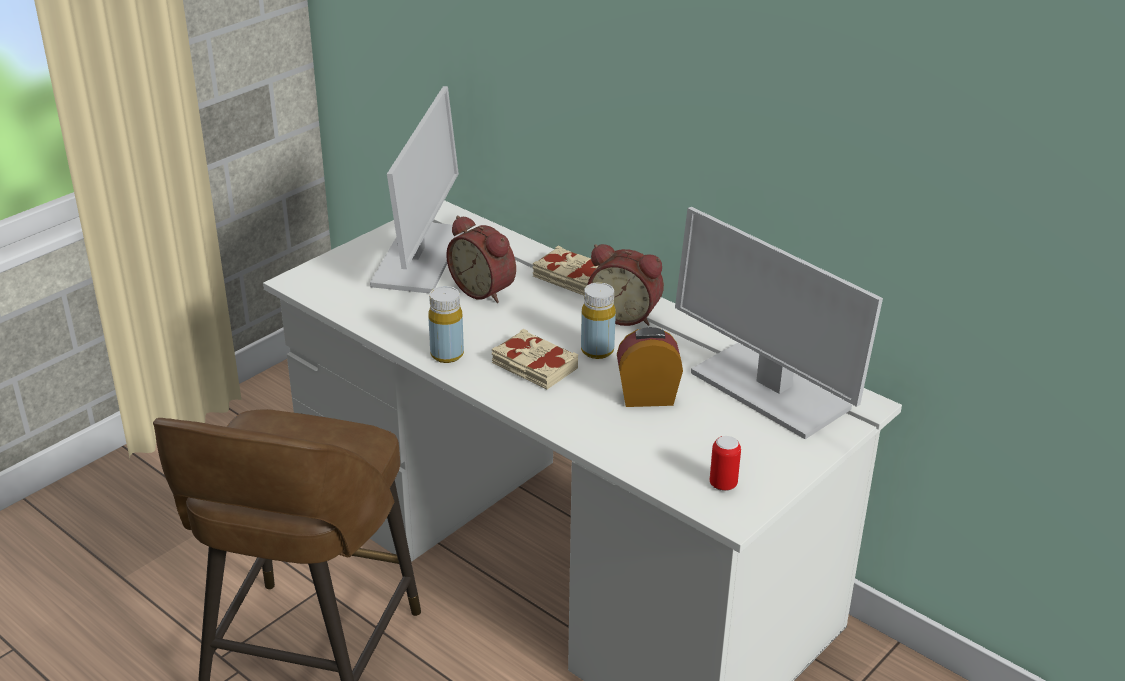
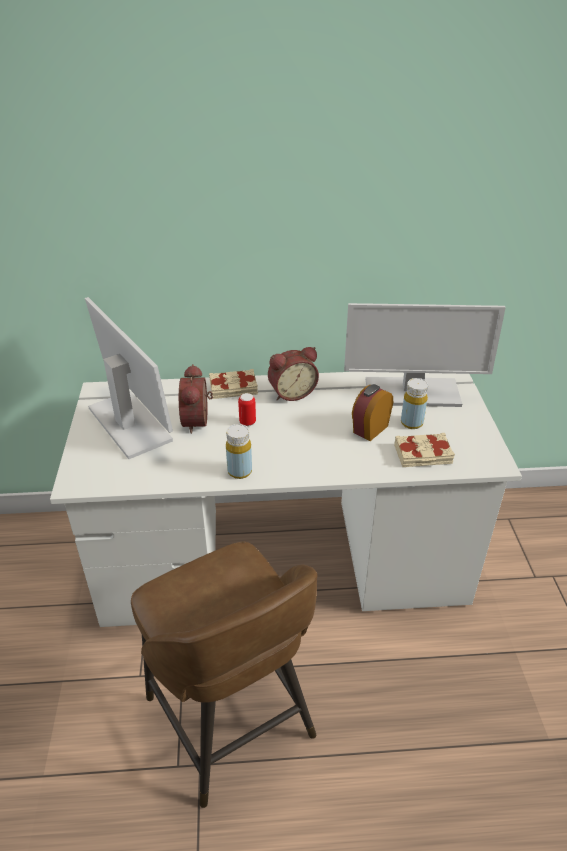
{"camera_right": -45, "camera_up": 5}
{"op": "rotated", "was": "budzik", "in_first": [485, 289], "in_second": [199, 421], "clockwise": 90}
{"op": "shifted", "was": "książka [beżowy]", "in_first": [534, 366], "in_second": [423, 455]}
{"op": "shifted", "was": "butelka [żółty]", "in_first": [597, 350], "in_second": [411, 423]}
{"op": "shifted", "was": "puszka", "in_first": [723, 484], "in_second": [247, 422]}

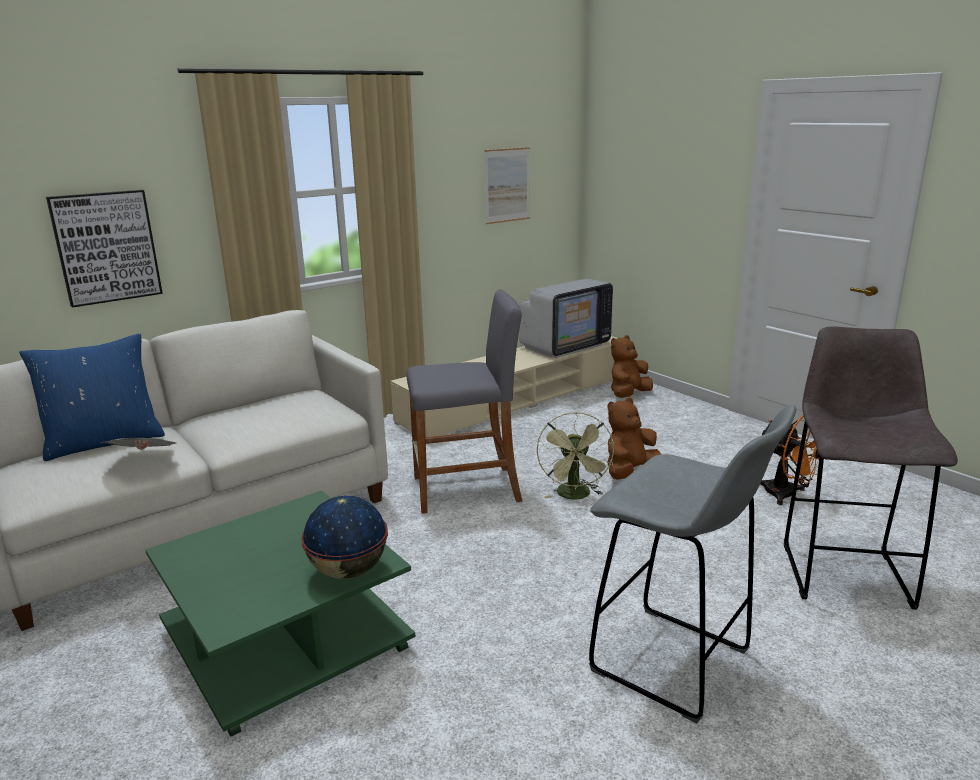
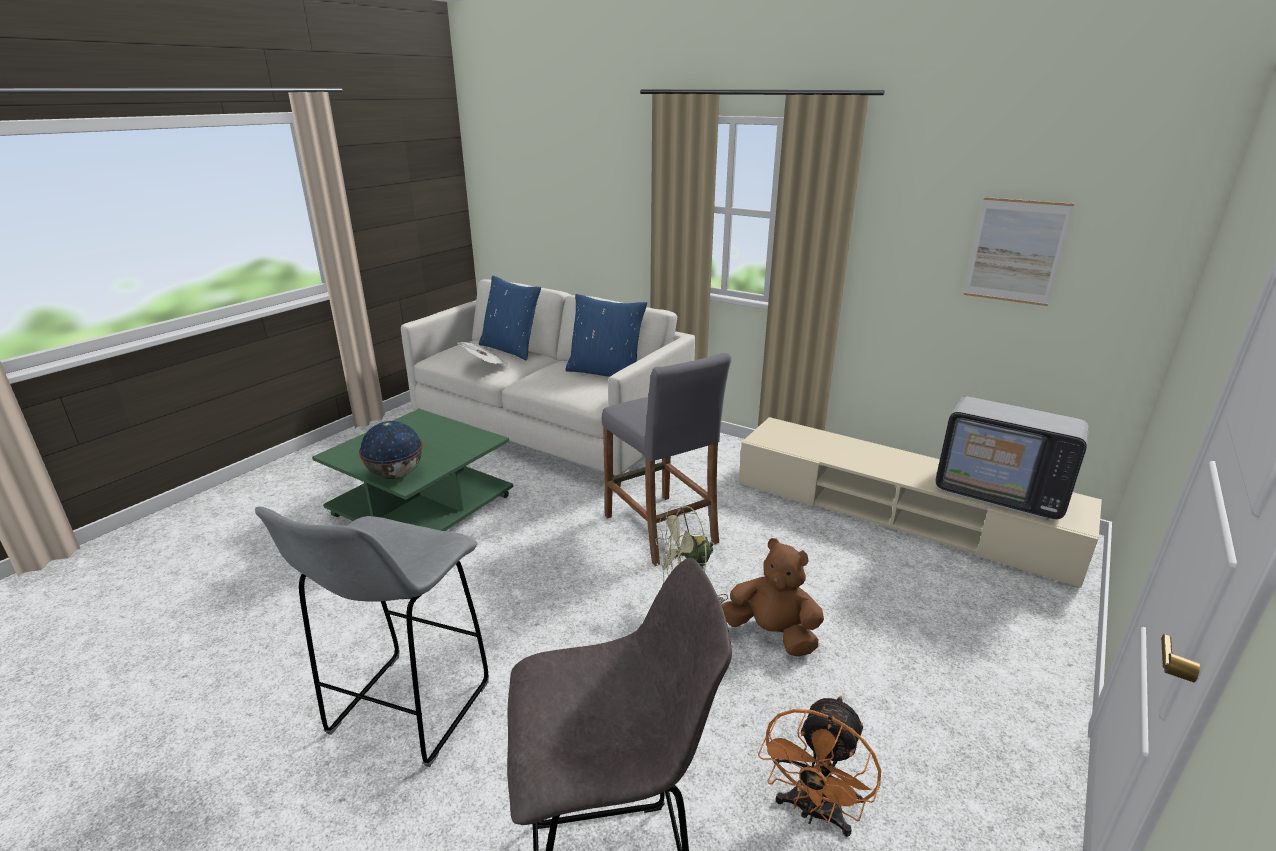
{"camera_right": 70, "camera_up": 5}
{"op": "gone", "was": "obraz", "in_first": [106, 247]}
{"op": "gone", "was": "pluszak [brązowy]", "in_first": [628, 395]}
{"op": "new", "now": "poduszka [niebieski]", "in_second": [606, 372]}

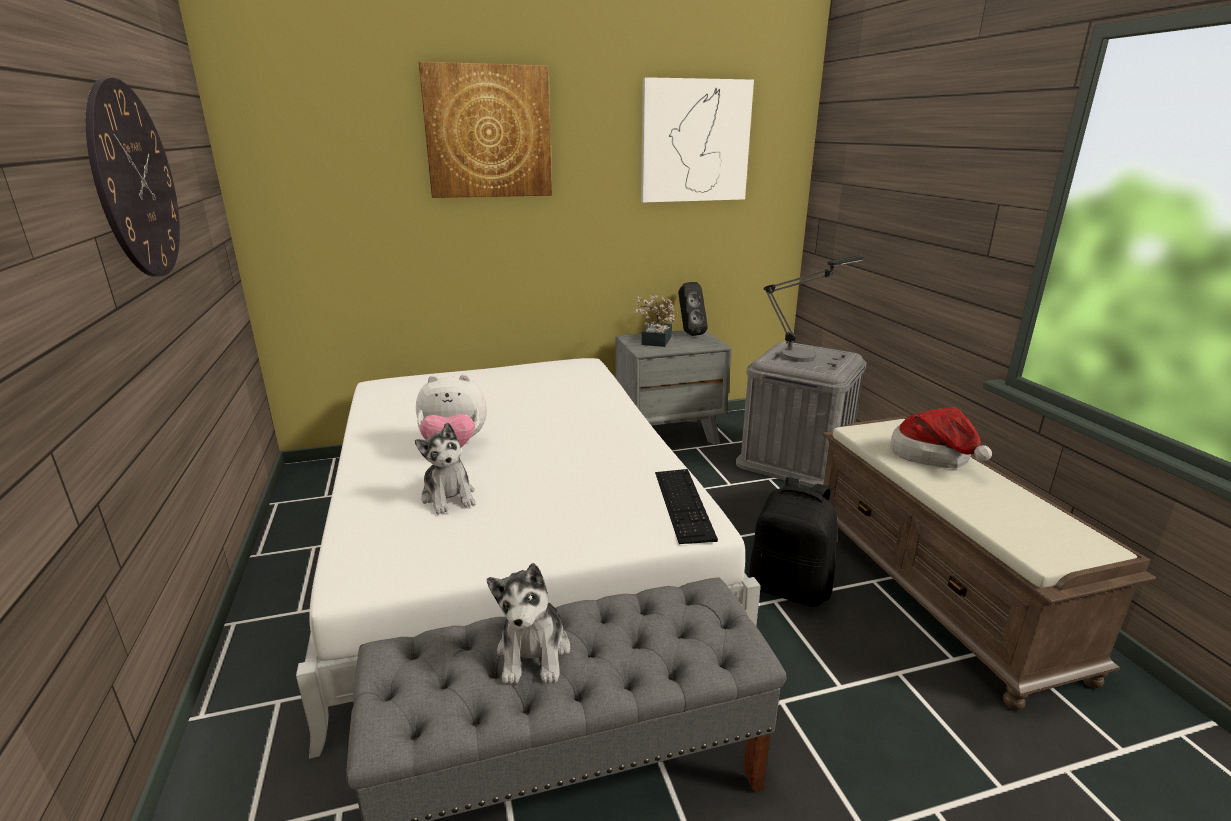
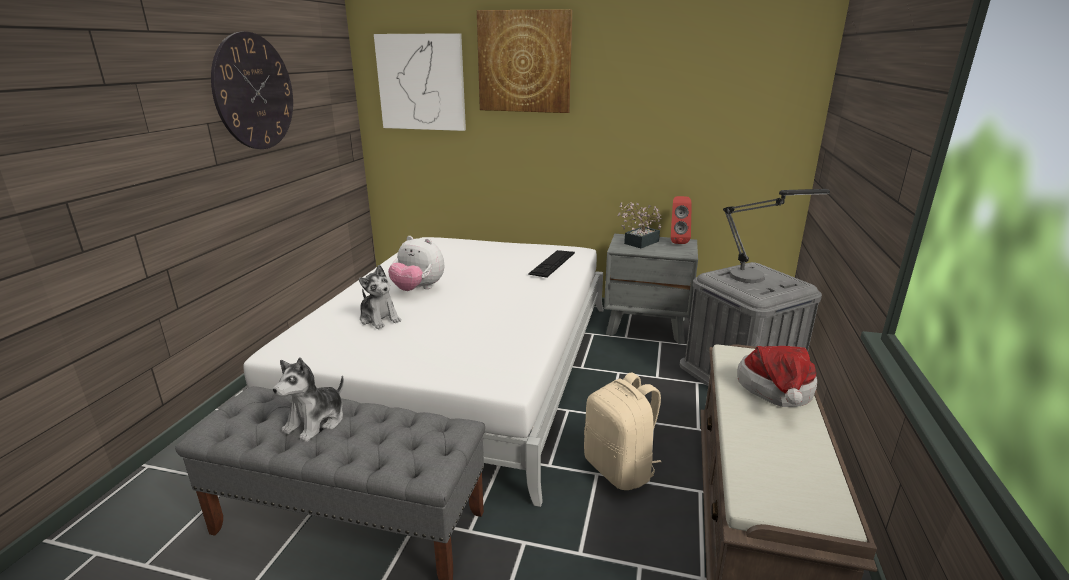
{"camera_right": 30, "camera_up": 0}
{"op": "rotated", "was": "pluszak", "in_first": [449, 496], "in_second": [379, 318], "clockwise": -45}
{"op": "shifted", "was": "obraz", "in_first": [695, 141], "in_second": [421, 82]}
{"op": "shifted", "was": "klawiatura", "in_first": [683, 504], "in_second": [552, 263]}
{"op": "repainted", "was": "głośnik [czarny]", "now": "głośnik [czerwony]", "in_first": [689, 333], "in_second": [677, 241]}
{"op": "repainted", "was": "plecak [czarny]", "now": "plecak [beżowy]", "in_first": [790, 587], "in_second": [620, 469]}

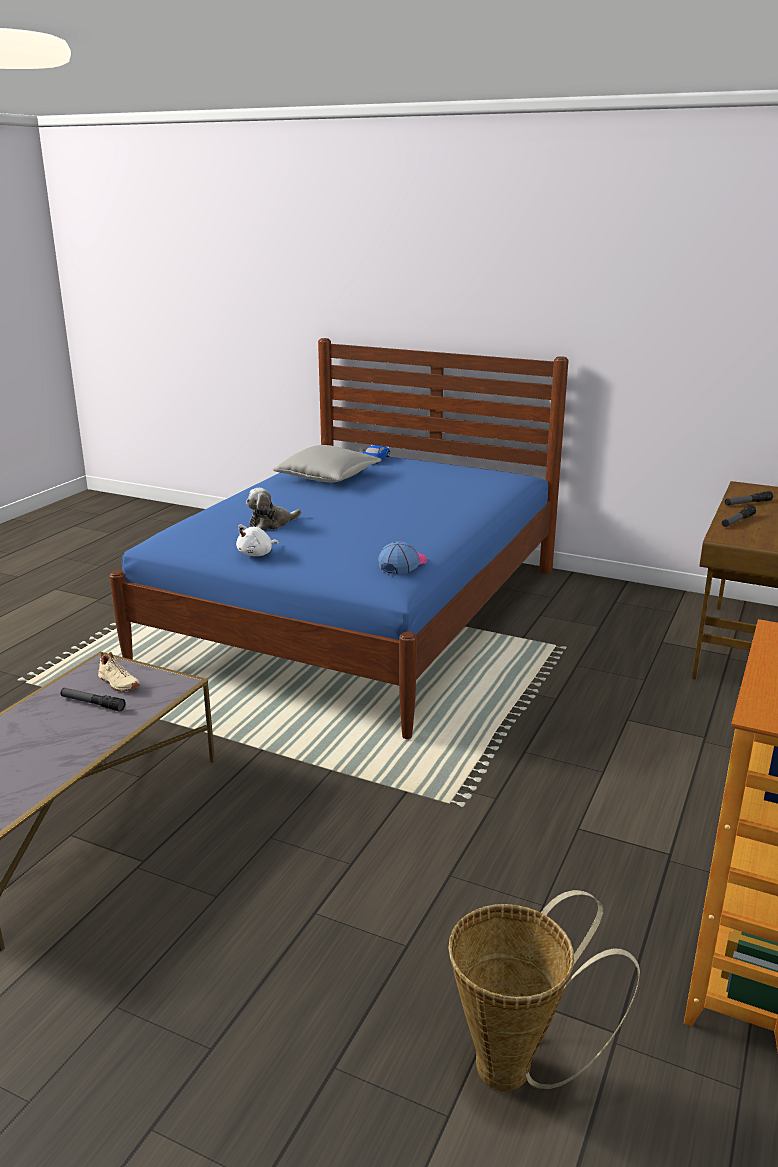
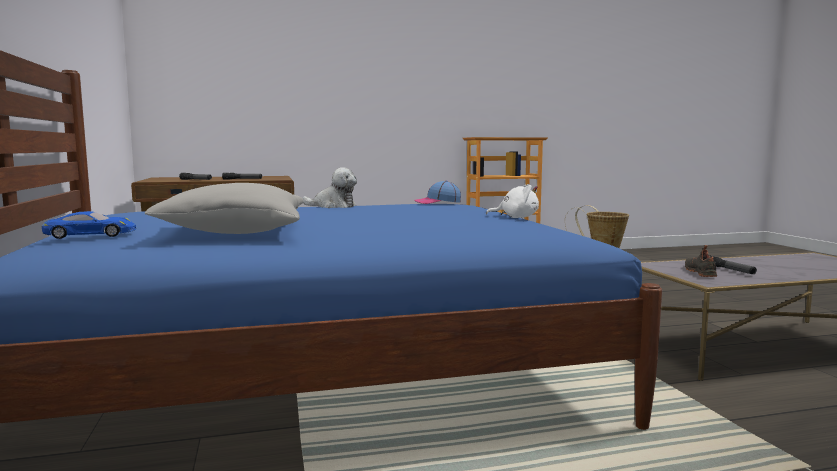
{"camera_right": -130, "camera_up": -15}
{"op": "repainted", "was": "but [beżowy]", "now": "but [czarny]", "in_first": [117, 683], "in_second": [701, 272]}
{"op": "shifted", "was": "pluszak", "in_first": [271, 524], "in_second": [333, 206]}

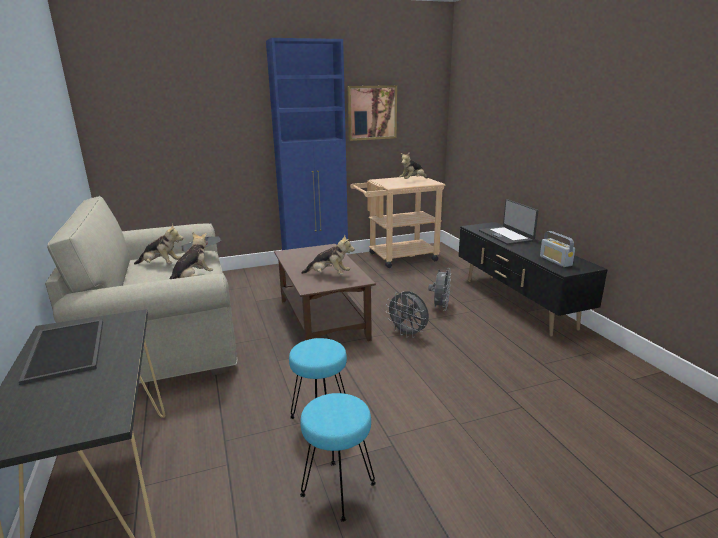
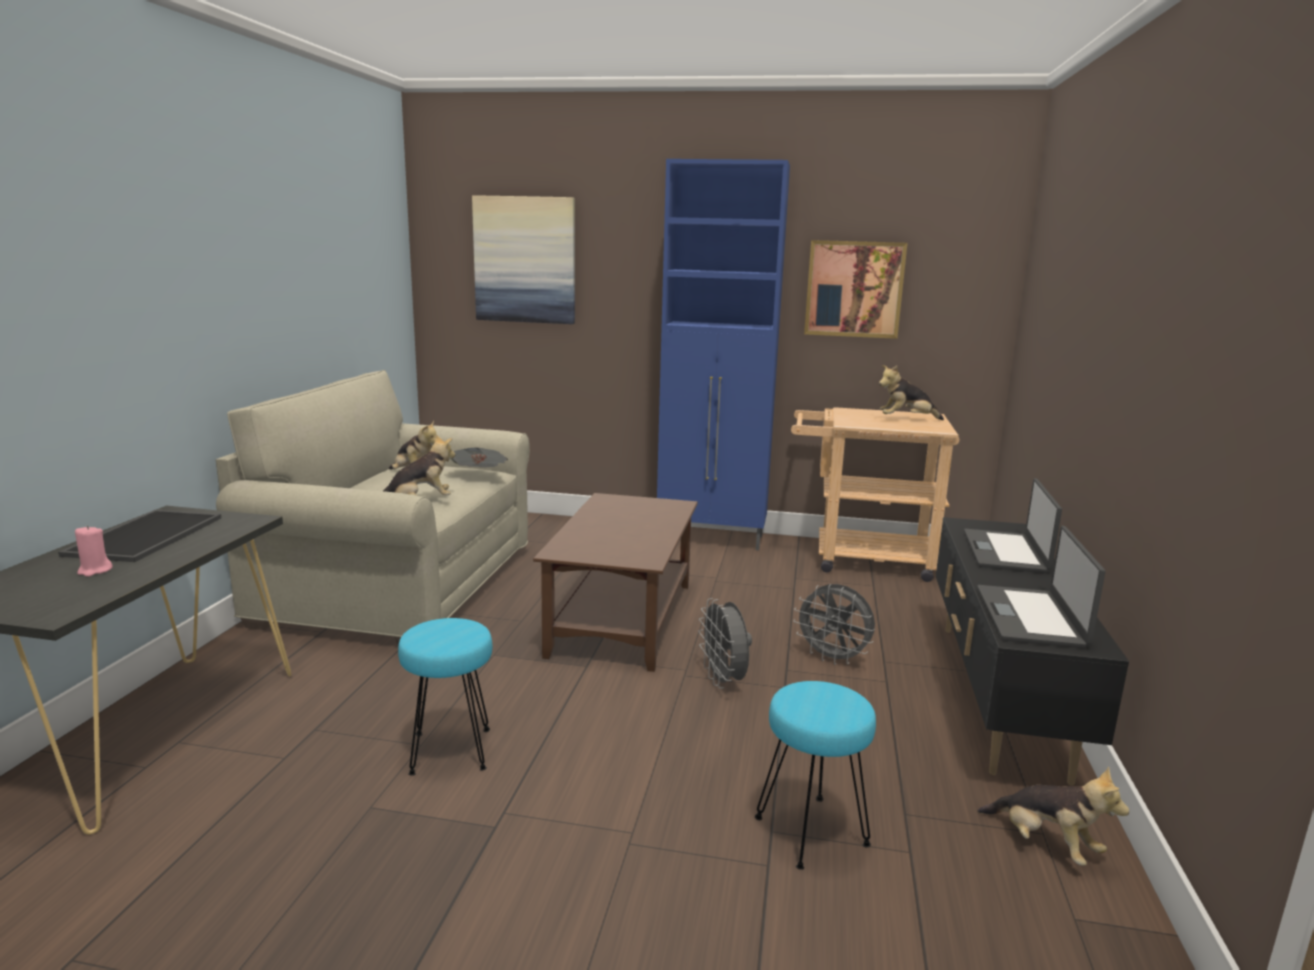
{"camera_right": 30, "camera_up": -5}
{"op": "shifted", "was": "stołek [turkusowy]", "in_first": [339, 490], "in_second": [811, 833]}
{"op": "shifted", "was": "pluszak", "in_first": [329, 275], "in_second": [1045, 845]}
{"op": "rotated", "was": "wentylator [szary]", "in_first": [440, 308], "in_second": [833, 658], "clockwise": 75}
{"op": "swapped", "was": "radio", "now": "laptop", "in_first": [555, 261], "in_second": [1031, 617]}
{"op": "new", "now": "świeca [różowy]", "in_second": [94, 571]}
{"op": "new", "now": "obraz", "in_second": [525, 260]}

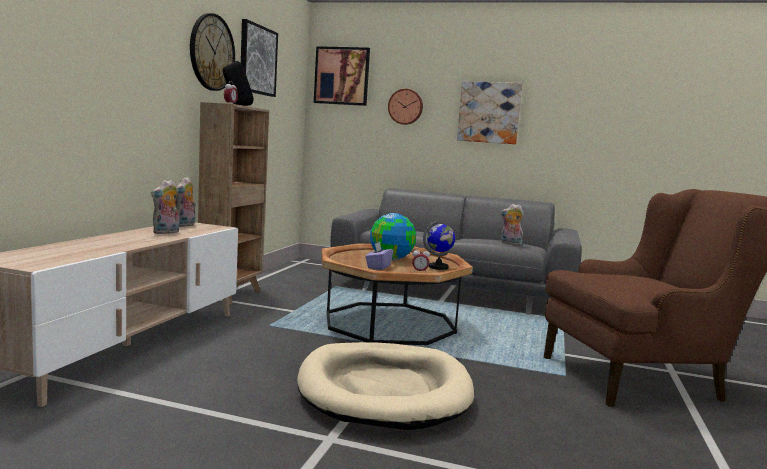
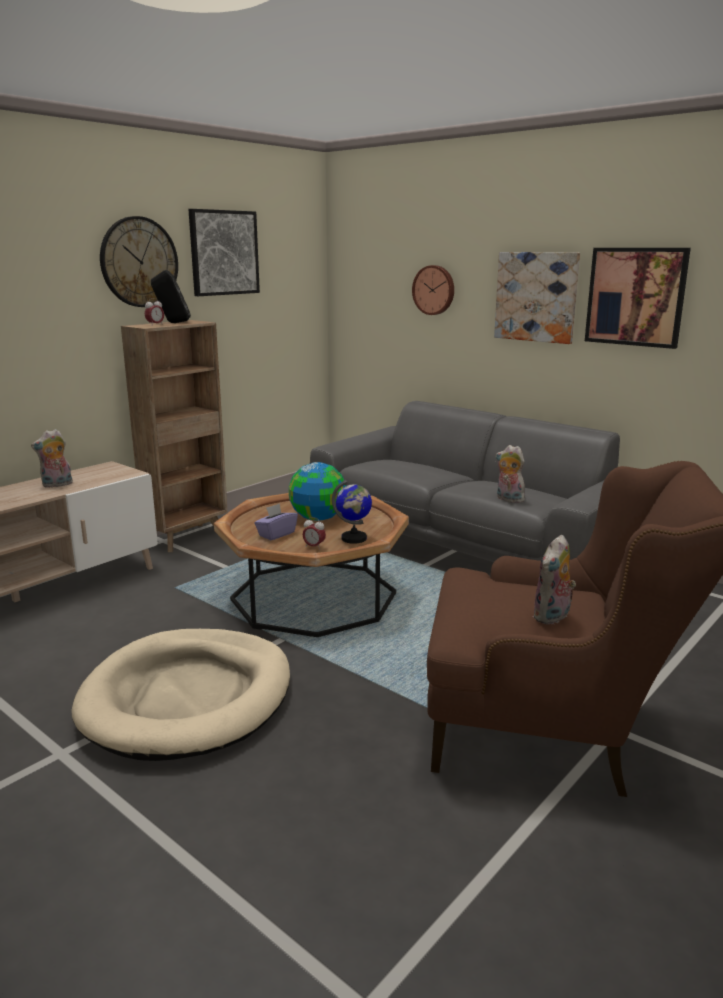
{"camera_right": 25, "camera_up": 10}
{"op": "shifted", "was": "pluszak", "in_first": [185, 225], "in_second": [552, 617]}
{"op": "shifted", "was": "obraz", "in_first": [342, 76], "in_second": [636, 297]}

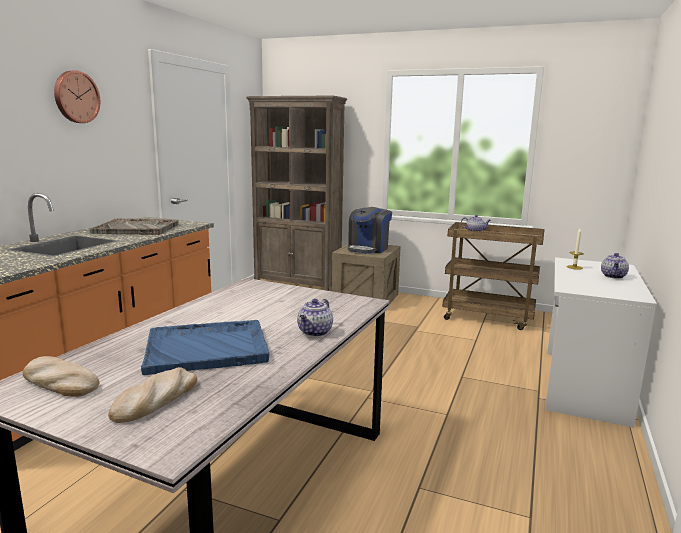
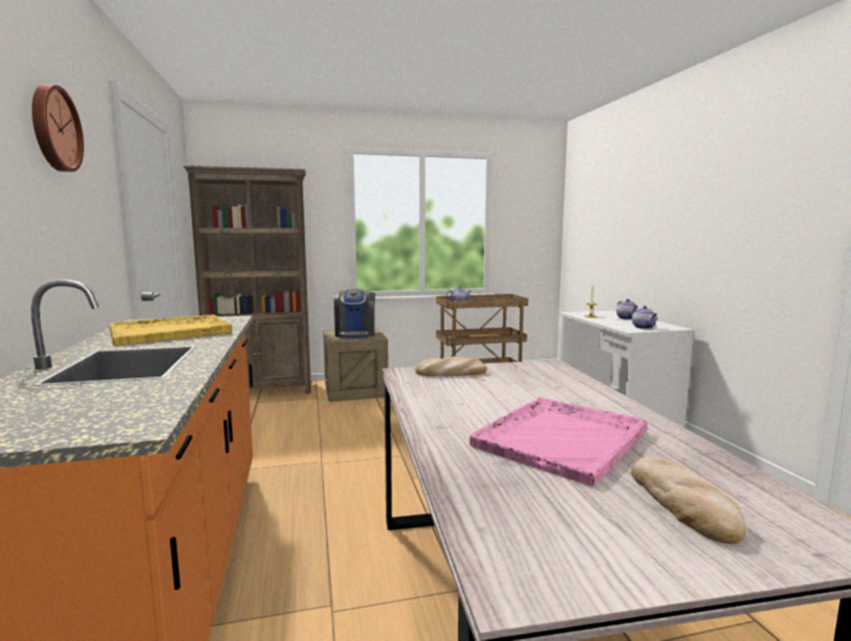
{"camera_right": -35, "camera_up": -5}
{"op": "shifted", "was": "chleb", "in_first": [59, 382], "in_second": [451, 373]}
{"op": "repainted", "was": "taca [szary]", "now": "taca [żółty]", "in_first": [137, 229], "in_second": [172, 332]}
{"op": "repainted", "was": "taca [niebieski]", "now": "taca [różowy]", "in_first": [208, 348], "in_second": [562, 438]}
{"op": "shifted", "was": "imbryk", "in_first": [315, 332], "in_second": [644, 327]}

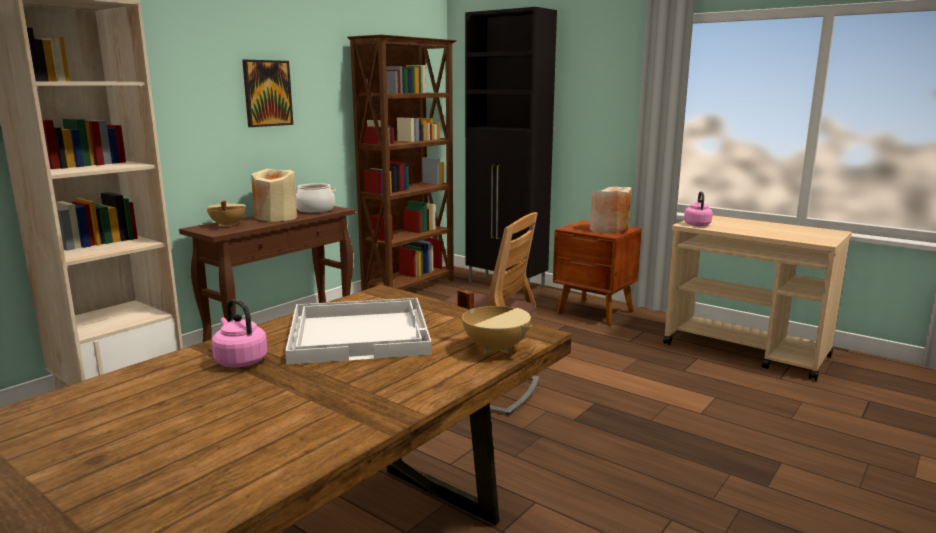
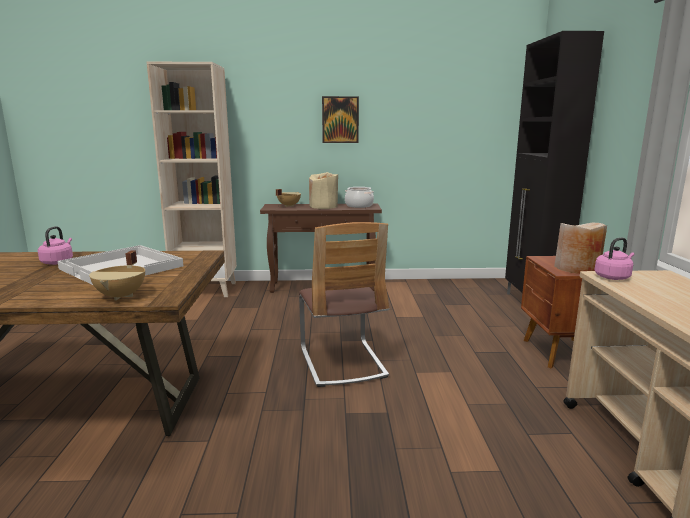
{"camera_right": 50, "camera_up": 0}
{"op": "gone", "was": "regał [brązowy]", "in_first": [410, 287]}

